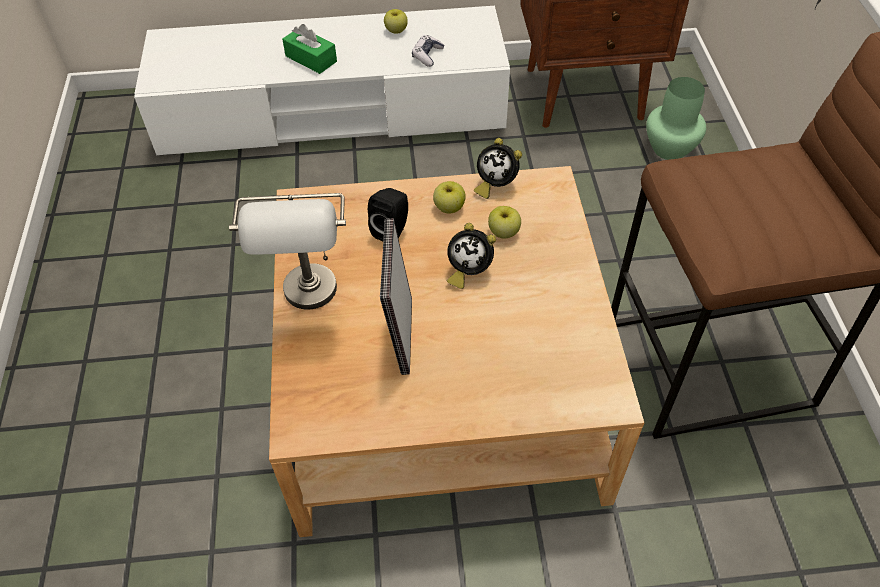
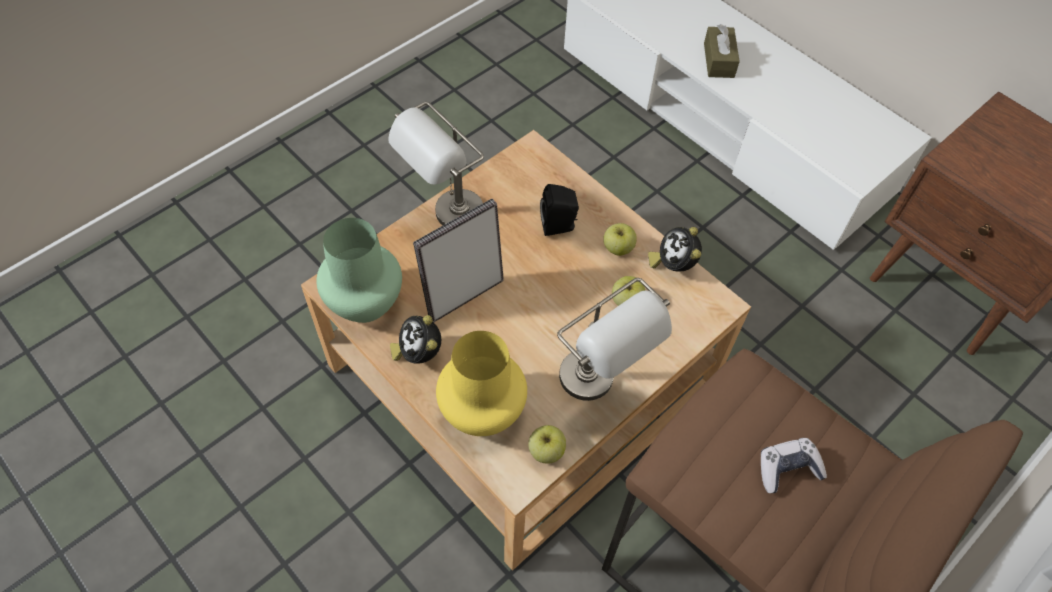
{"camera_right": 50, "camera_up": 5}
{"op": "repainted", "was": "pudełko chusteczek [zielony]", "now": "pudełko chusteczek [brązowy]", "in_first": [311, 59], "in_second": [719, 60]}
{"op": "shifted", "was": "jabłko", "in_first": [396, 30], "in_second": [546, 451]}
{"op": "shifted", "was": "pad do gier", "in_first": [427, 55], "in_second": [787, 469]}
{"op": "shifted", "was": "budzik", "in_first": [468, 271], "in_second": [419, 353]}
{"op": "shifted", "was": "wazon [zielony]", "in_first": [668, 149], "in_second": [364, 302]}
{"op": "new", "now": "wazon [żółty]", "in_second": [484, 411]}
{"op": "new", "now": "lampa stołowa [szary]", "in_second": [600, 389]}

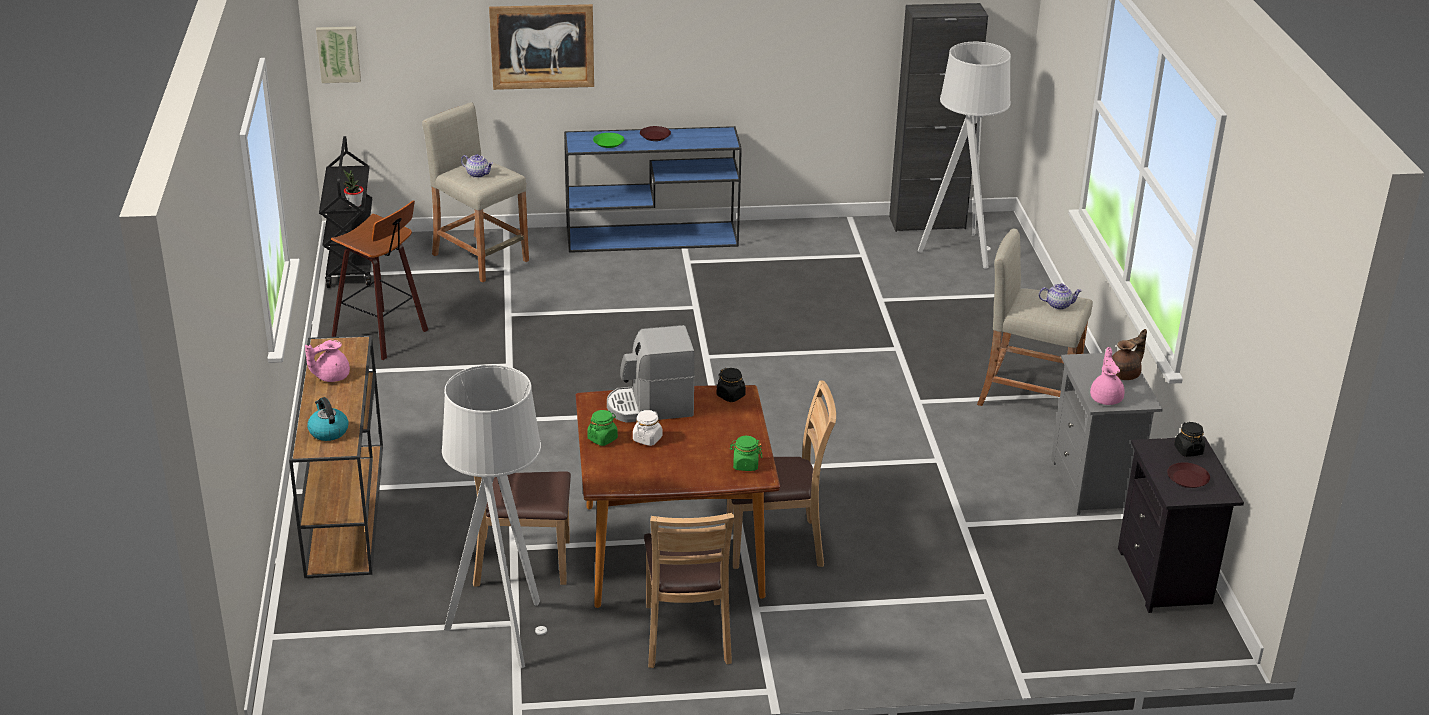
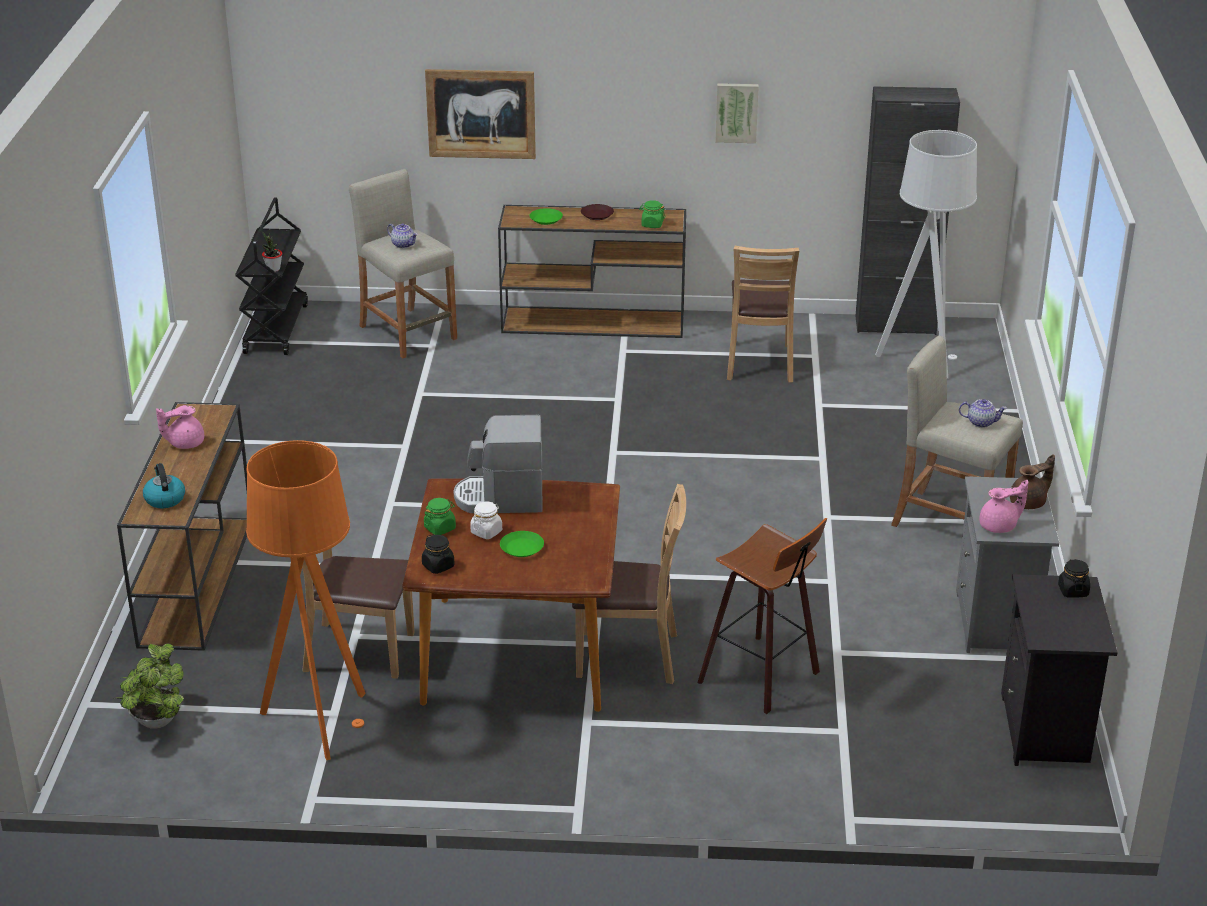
{"camera_right": 10, "camera_up": 0}
{"op": "shifted", "was": "obraz", "in_first": [338, 53], "in_second": [736, 112]}
{"op": "shifted", "was": "stołek", "in_first": [383, 336], "in_second": [764, 677]}
{"op": "repainted", "was": "lampa stojąca [szary]", "now": "lampa stojąca [pomarańczowy]", "in_first": [502, 633], "in_second": [318, 722]}
{"op": "repainted", "was": "stolik konsolowy [niebieski]", "now": "stolik konsolowy [brązowy]", "in_first": [653, 237], "in_second": [595, 322]}
{"op": "shifted", "was": "krzesło [brązowy]", "in_first": [686, 635], "in_second": [760, 363]}
{"op": "shifted", "was": "słoik [czarny]", "in_first": [731, 396], "in_second": [438, 566]}
{"op": "shifted", "was": "słoik [zielony]", "in_first": [745, 465], "in_second": [652, 224]}
{"op": "rotated", "was": "imbryk [różowy]", "in_first": [1106, 397], "in_second": [999, 526], "clockwise": 60}
{"op": "gone", "was": "talerz [brązowy]", "in_first": [1187, 479]}
{"op": "new", "now": "roślina doniczkowa", "in_second": [155, 723]}
{"op": "new", "now": "talerz [zielony]", "in_second": [521, 548]}

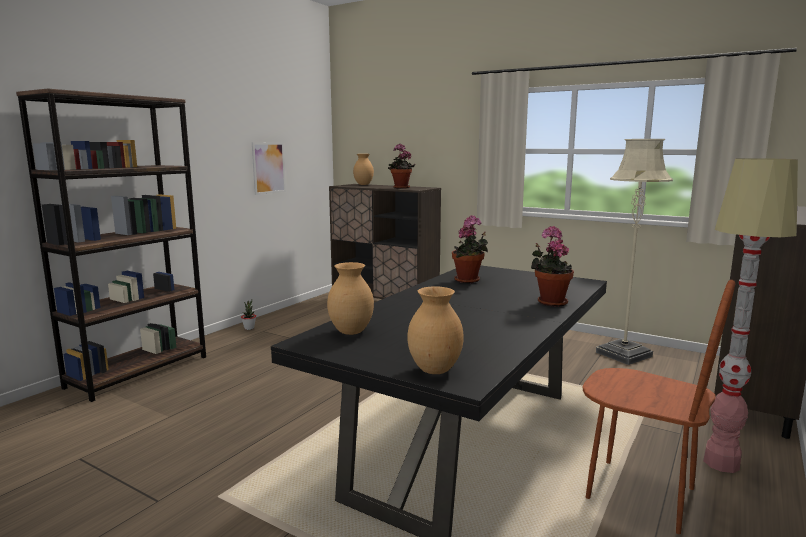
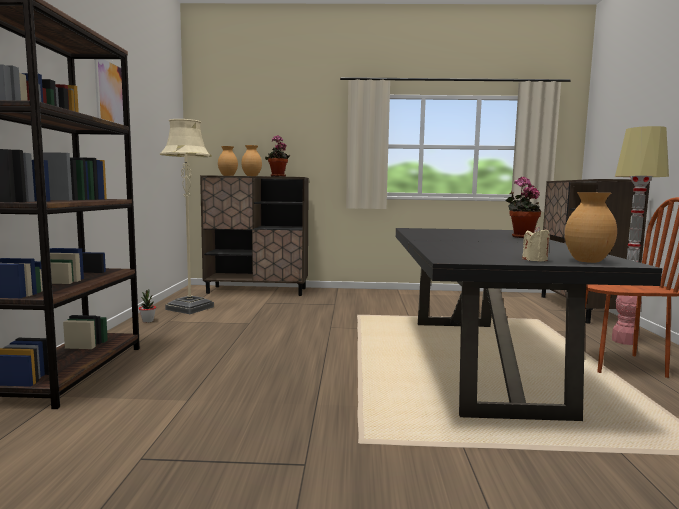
{"camera_right": -30, "camera_up": -5}
{"op": "shifted", "was": "obraz", "in_first": [269, 168], "in_second": [110, 92]}
{"op": "shifted", "was": "wazon [brązowy]", "in_first": [351, 332], "in_second": [252, 176]}
{"op": "gone", "was": "roślina doniczkowa", "in_first": [469, 281]}
{"op": "shifted", "was": "lampa stojąca [beżowy]", "in_first": [624, 354], "in_second": [190, 308]}
{"op": "new", "now": "świeca [beżowy]", "in_second": [535, 260]}

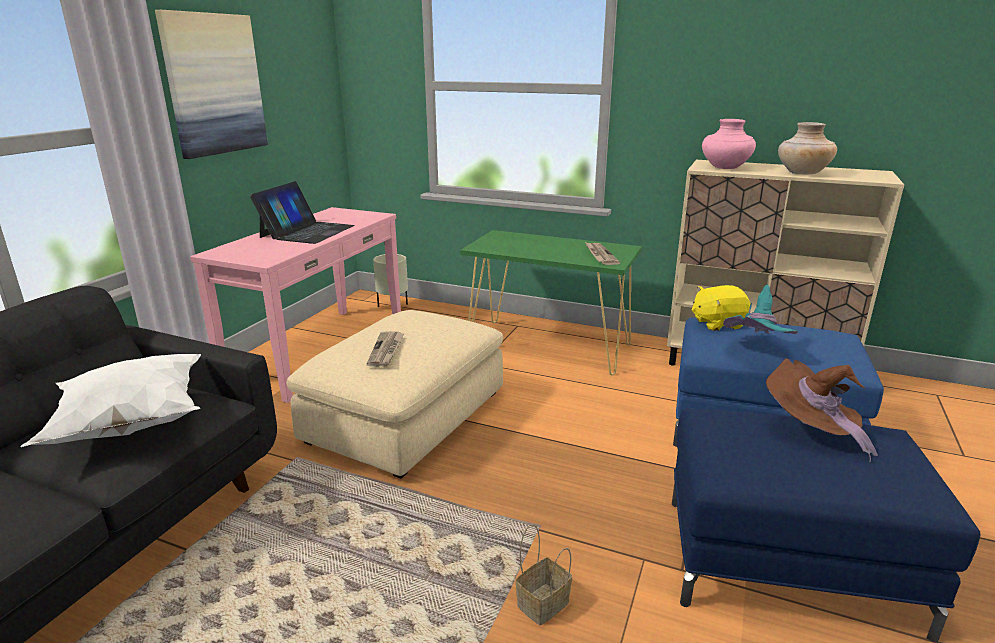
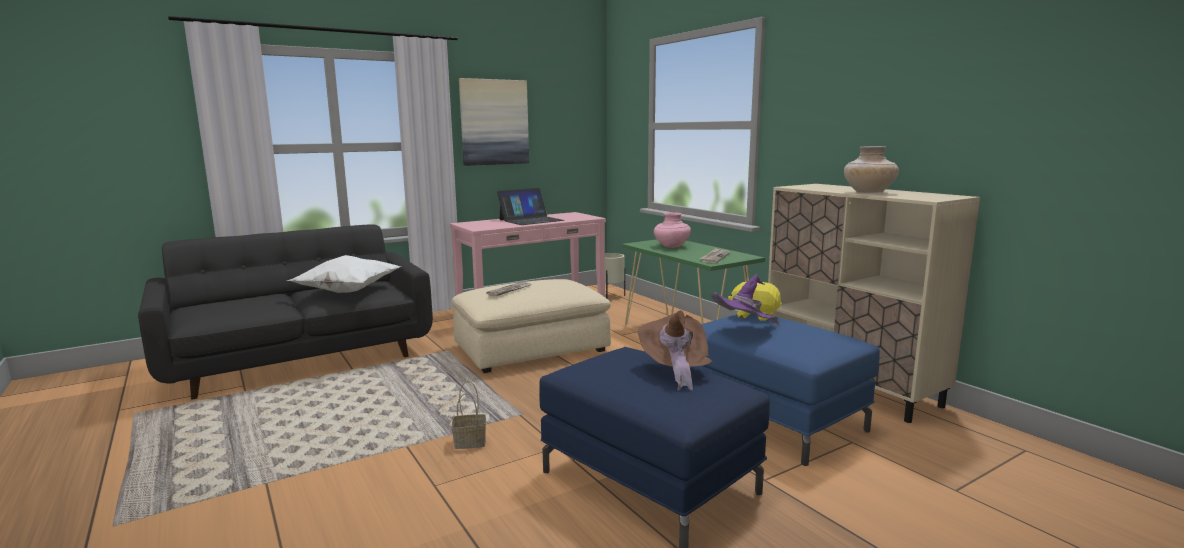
{"camera_right": 35, "camera_up": -10}
{"op": "shifted", "was": "wazon [różowy]", "in_first": [725, 167], "in_second": [671, 246]}
{"op": "repainted", "was": "kapelusz [turkusowy]", "now": "kapelusz [fioletowy]", "in_first": [755, 350], "in_second": [744, 331]}

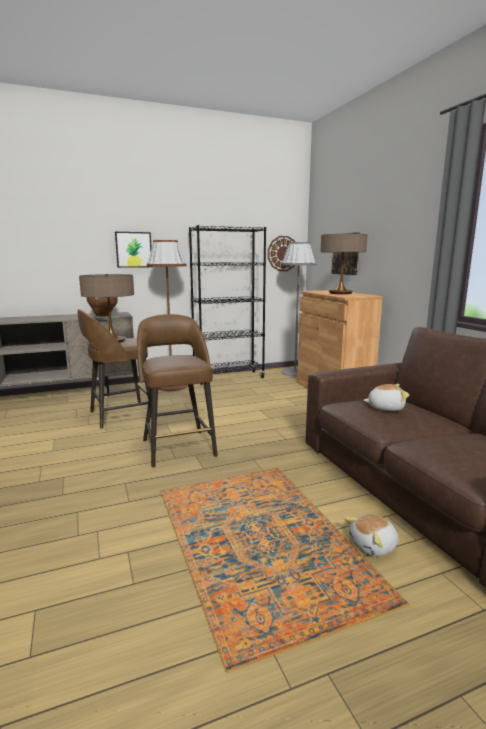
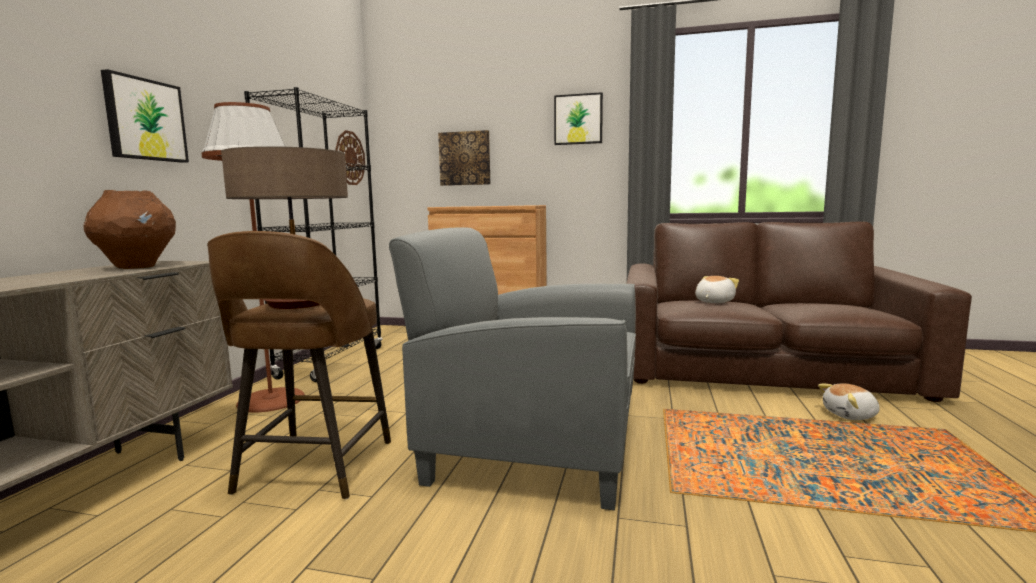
{"camera_right": -55, "camera_up": -5}
{"op": "swapped", "was": "stołek [brązowy]", "now": "fotel [szary]", "in_first": [178, 447], "in_second": [531, 448]}
{"op": "gone", "was": "lampa stojąca [szary]", "in_first": [295, 372]}
{"op": "gone", "was": "lampa stołowa", "in_first": [340, 293]}
{"op": "rotated", "was": "pluszak", "in_first": [374, 546], "in_second": [851, 415], "clockwise": 75}
{"op": "new", "now": "obraz", "in_second": [578, 119]}

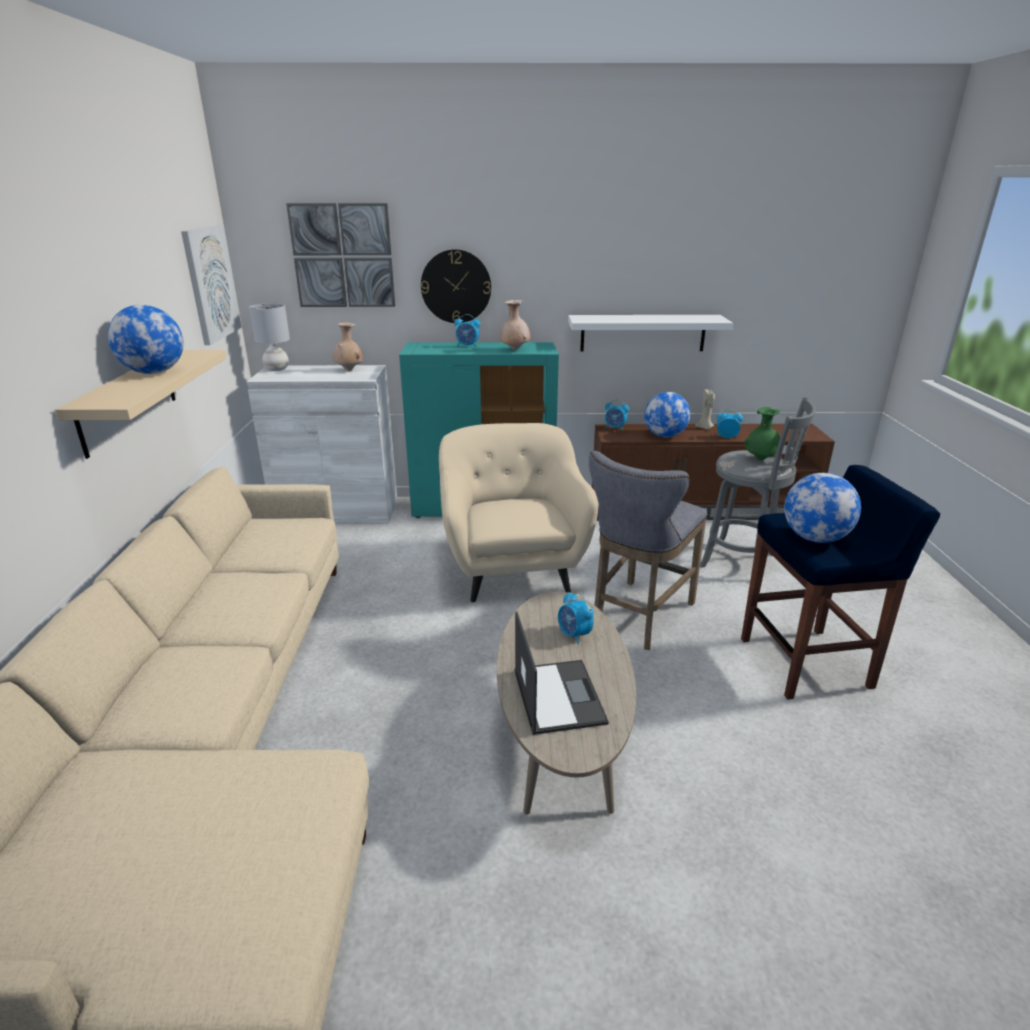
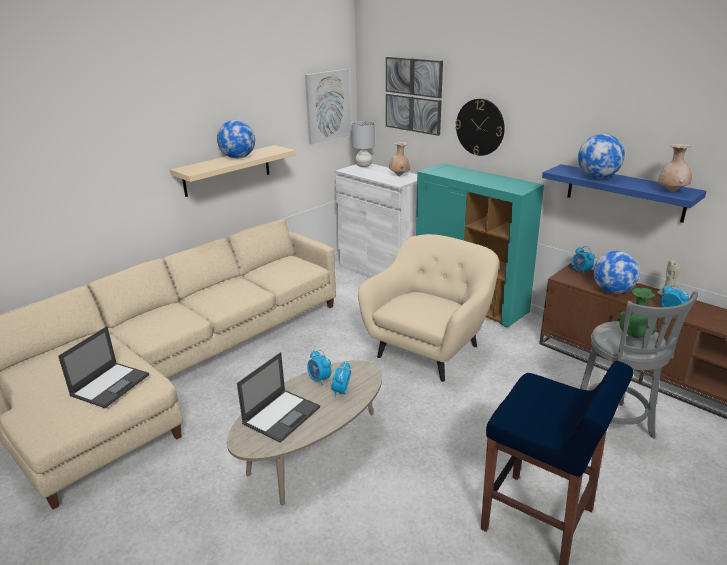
{"camera_right": 45, "camera_up": 0}
{"op": "shifted", "was": "budzik", "in_first": [467, 346], "in_second": [319, 379]}
{"op": "shifted", "was": "wazon [beżowy]", "in_first": [514, 349], "in_second": [671, 191]}
{"op": "repainted", "was": "półka [biały]", "now": "półka [niebieski]", "in_first": [643, 333], "in_second": [625, 192]}
{"op": "gone", "was": "stołek [szary]", "in_first": [638, 617]}
{"op": "shifted", "was": "globus", "in_first": [814, 538], "in_second": [597, 177]}
{"op": "new", "now": "laptop", "in_second": [111, 384]}

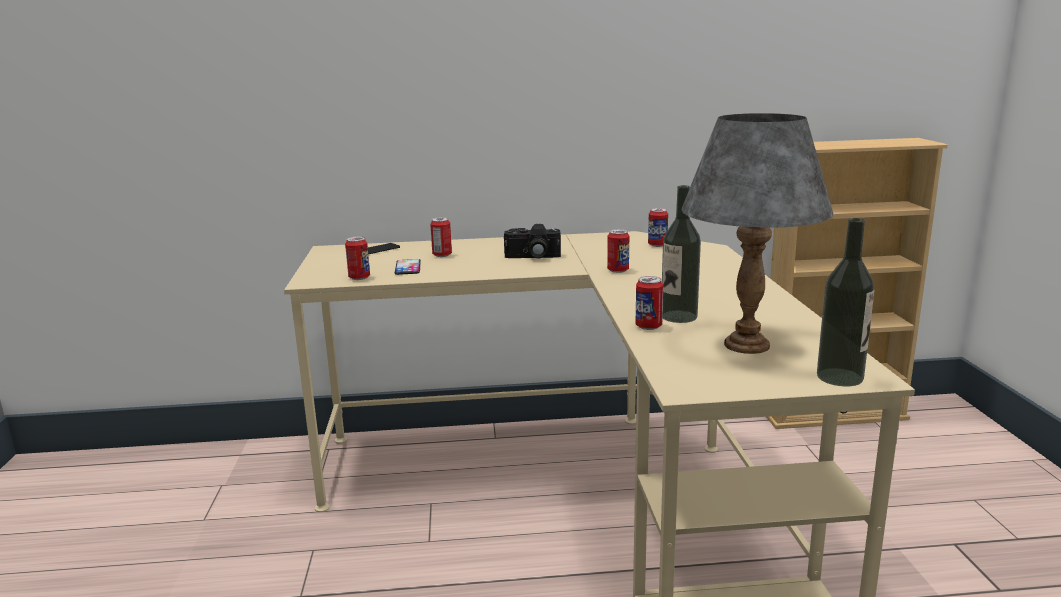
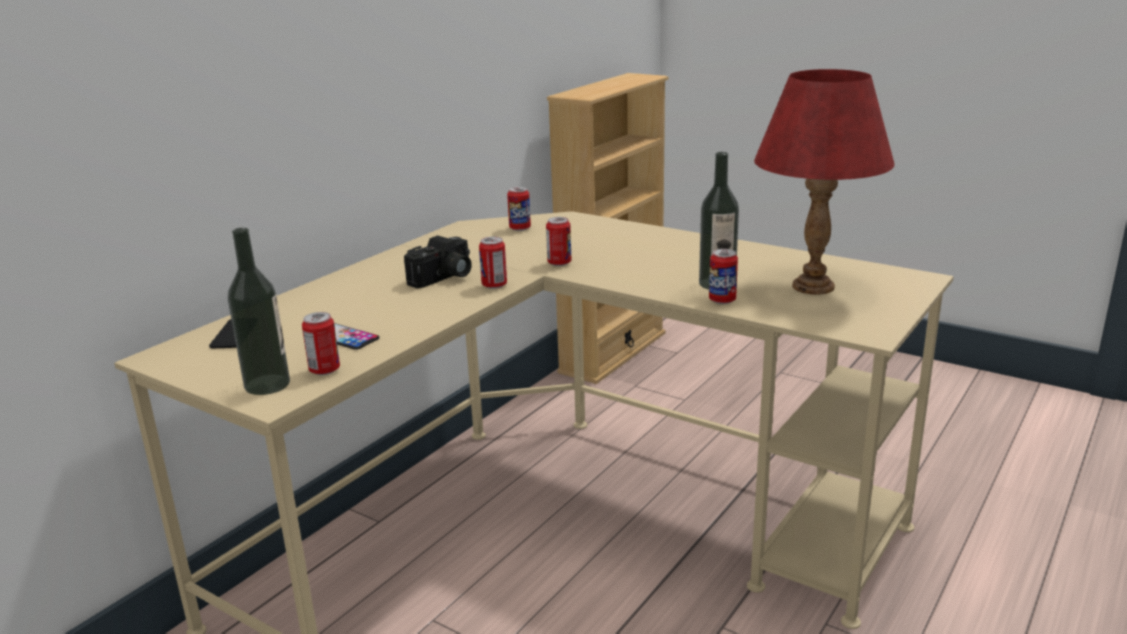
{"camera_right": -50, "camera_up": 5}
{"op": "shifted", "was": "puszka", "in_first": [442, 255], "in_second": [494, 285]}
{"op": "repainted", "was": "lampa stołowa [szary]", "now": "lampa stołowa [czerwony]", "in_first": [746, 345], "in_second": [813, 287]}
{"op": "shifted", "was": "butelka", "in_first": [840, 377], "in_second": [267, 384]}

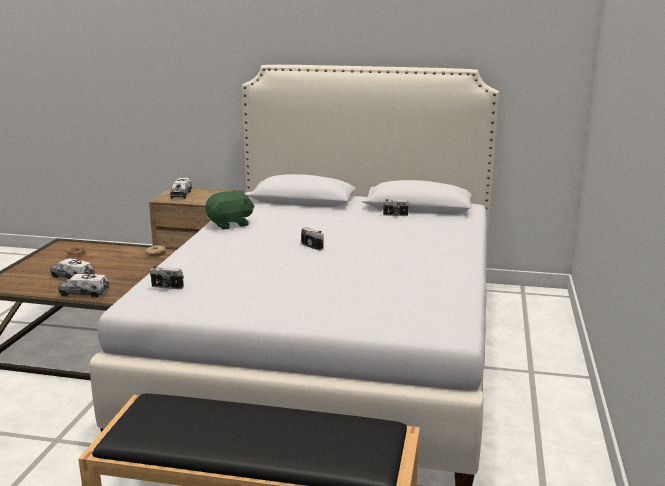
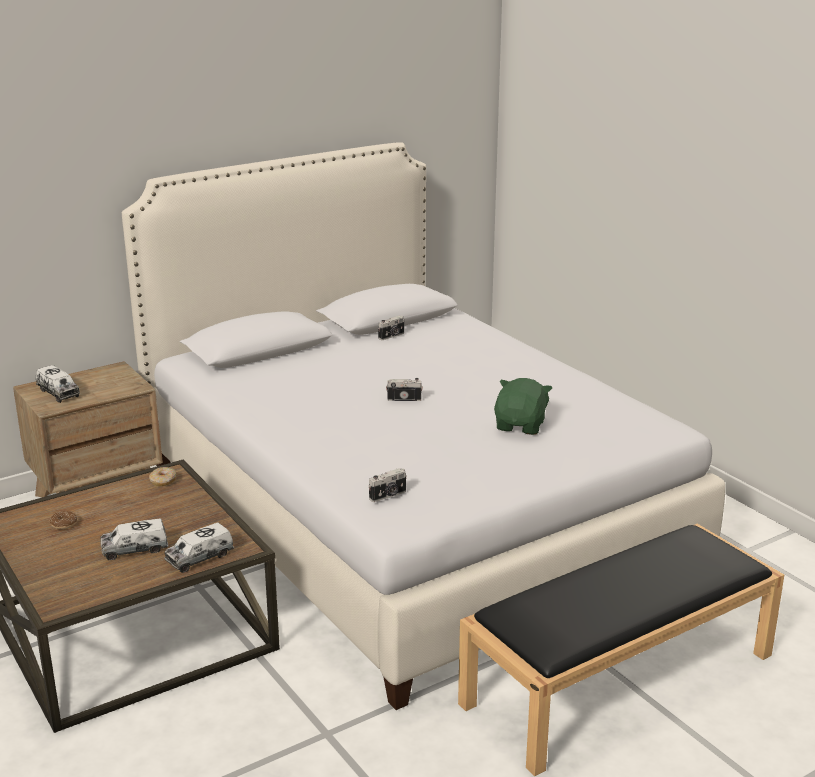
{"camera_right": -45, "camera_up": 5}
{"op": "shifted", "was": "pluszak [zielony]", "in_first": [230, 224], "in_second": [521, 425]}

